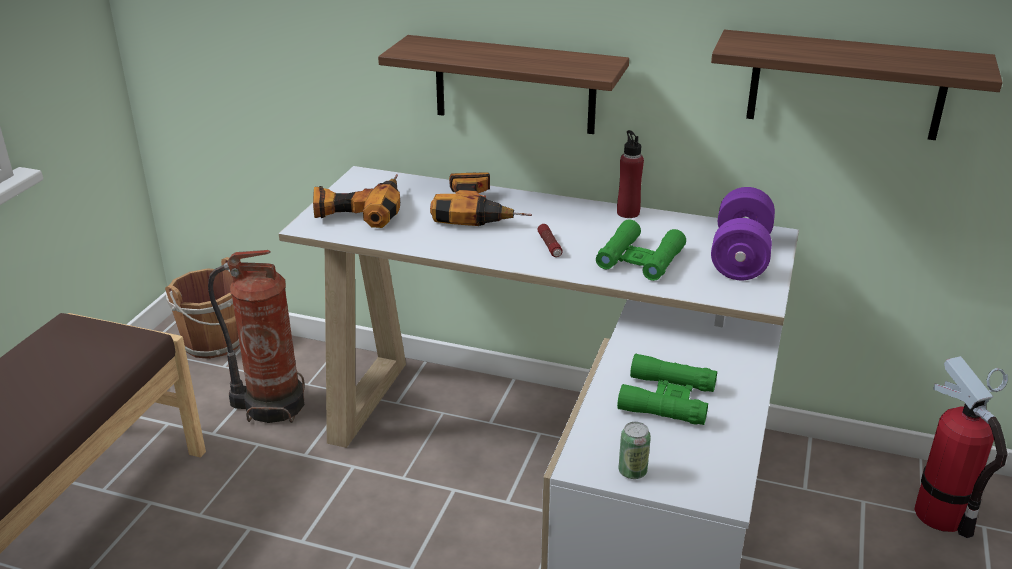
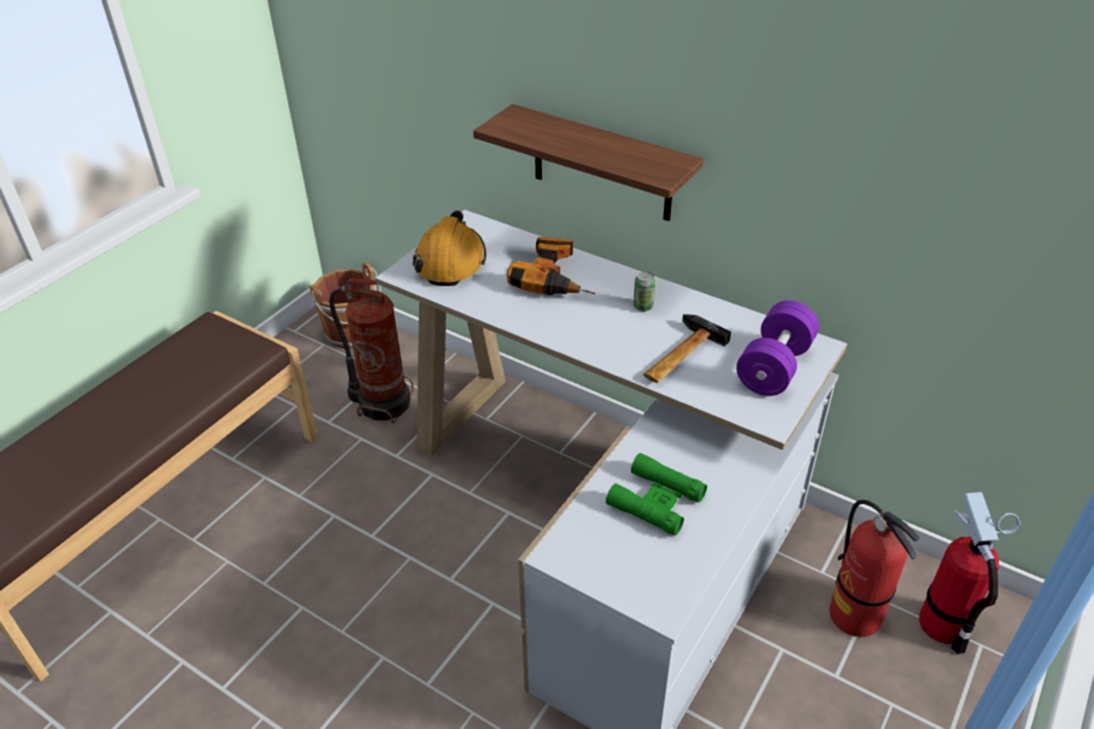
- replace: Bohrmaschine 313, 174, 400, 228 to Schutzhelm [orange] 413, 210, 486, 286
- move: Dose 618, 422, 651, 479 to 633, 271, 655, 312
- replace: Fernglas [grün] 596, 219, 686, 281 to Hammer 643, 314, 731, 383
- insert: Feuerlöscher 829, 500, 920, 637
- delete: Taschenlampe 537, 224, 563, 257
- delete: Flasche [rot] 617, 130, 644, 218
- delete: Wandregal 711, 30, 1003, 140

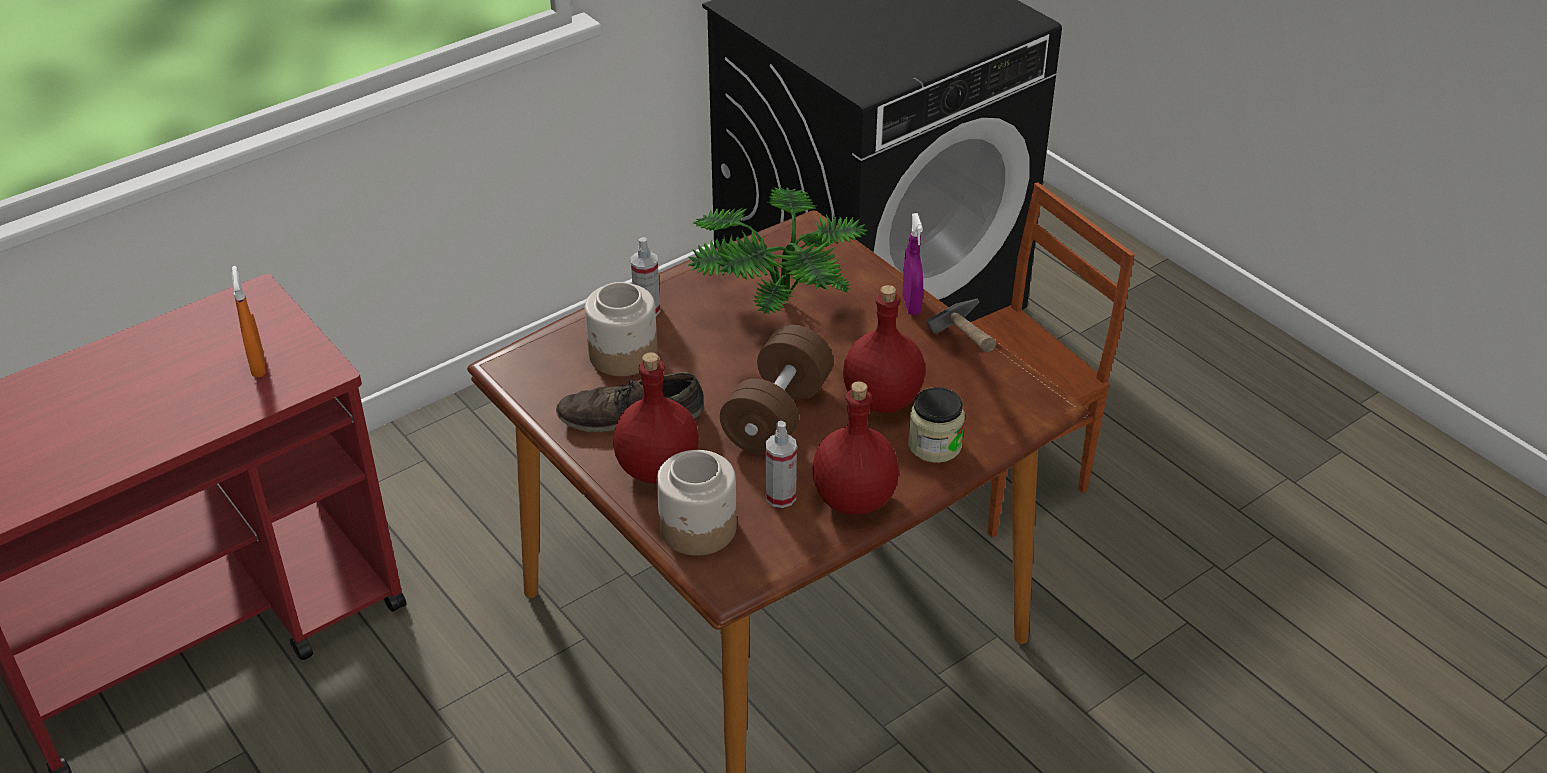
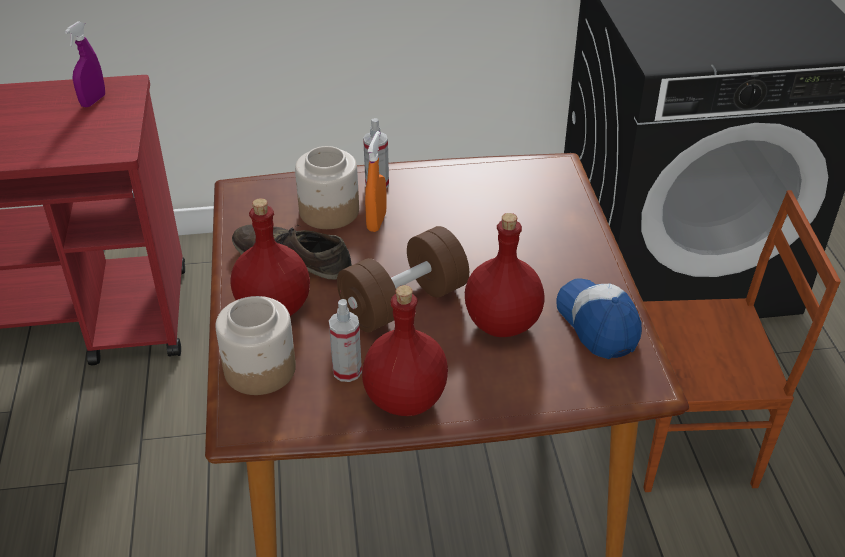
- move: Sprühflasche [lila] 902, 213, 923, 315 to 64, 21, 105, 107
- move: Sprühflasche [orange] 232, 266, 266, 378 to 365, 131, 386, 232
- replace: Hammer 926, 299, 996, 352 to Kappe 557, 278, 642, 359
- delete: Topfpflanze 688, 187, 868, 315
- delete: Vorratsglas 908, 387, 965, 463

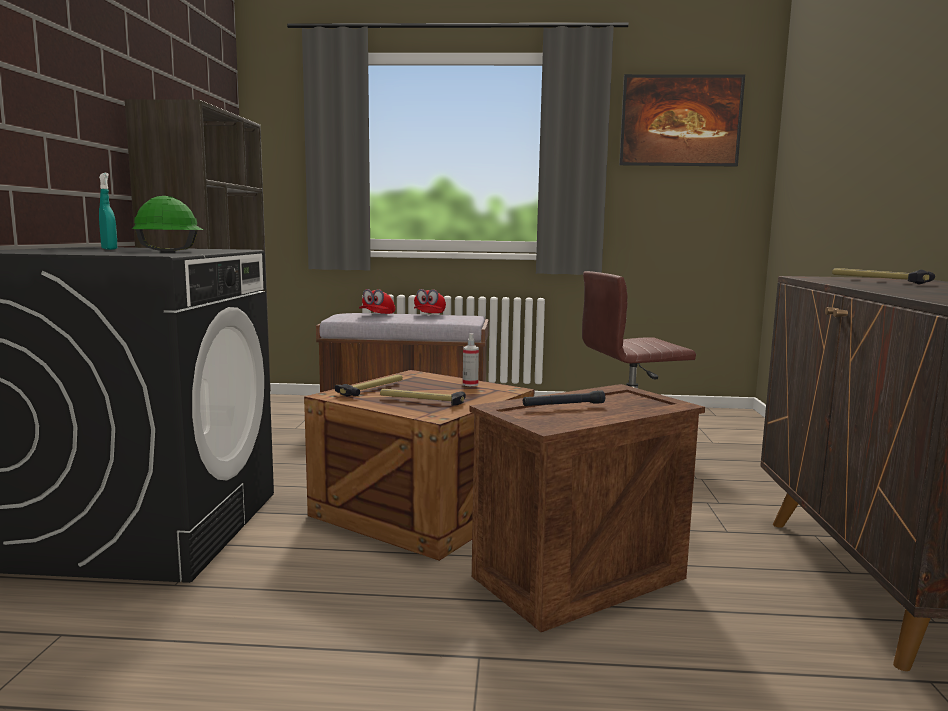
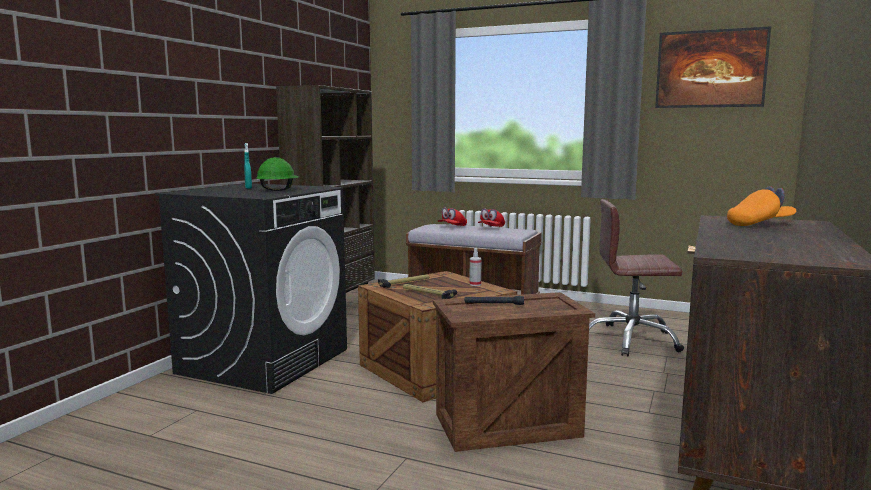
- replace: Hammer 832, 268, 935, 284 to Kappe [orange] 727, 186, 796, 226

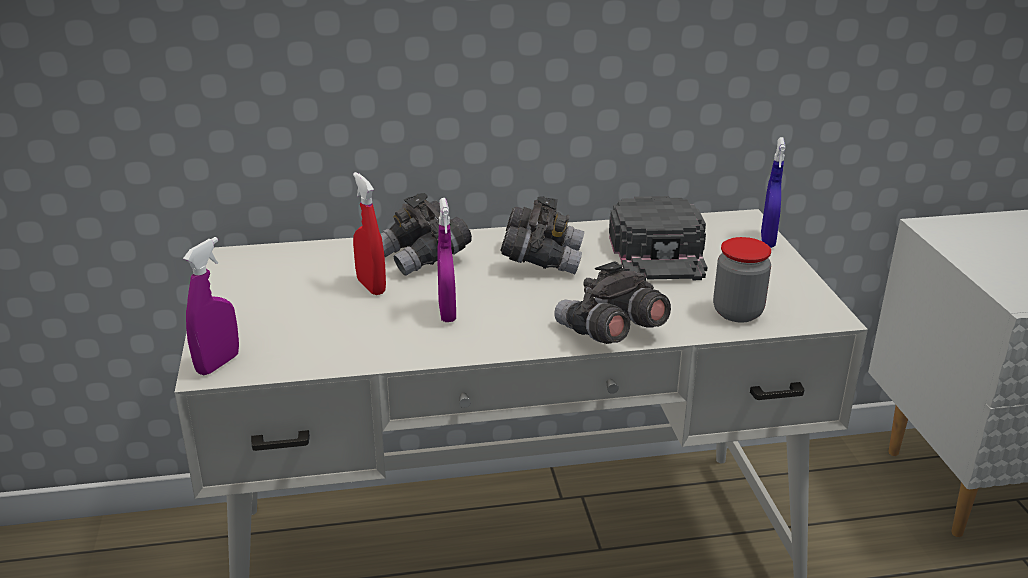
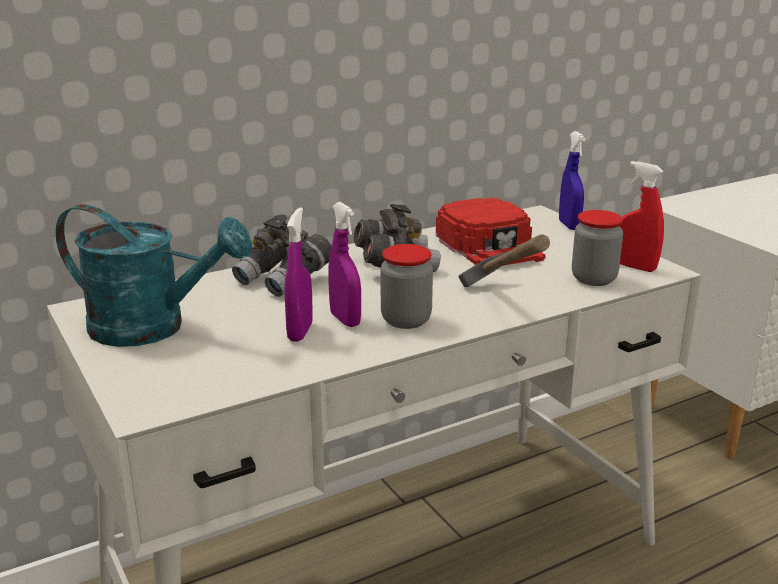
- insert: Gießkanne [türkis] 56, 204, 252, 347
- move: Sprühflasche [lila] 183, 237, 239, 375 to 285, 207, 313, 342
- insert: Vorratsglas 381, 244, 433, 329
- recolor: Kappe [schwarz] 609, 196, 708, 281 to Kappe [rot] 436, 198, 545, 266
- replace: Fernglas [grau] 554, 261, 671, 344 to Hammer 458, 234, 550, 287
- move: Sprühflasche [rot] 353, 172, 386, 295 to 620, 161, 664, 272

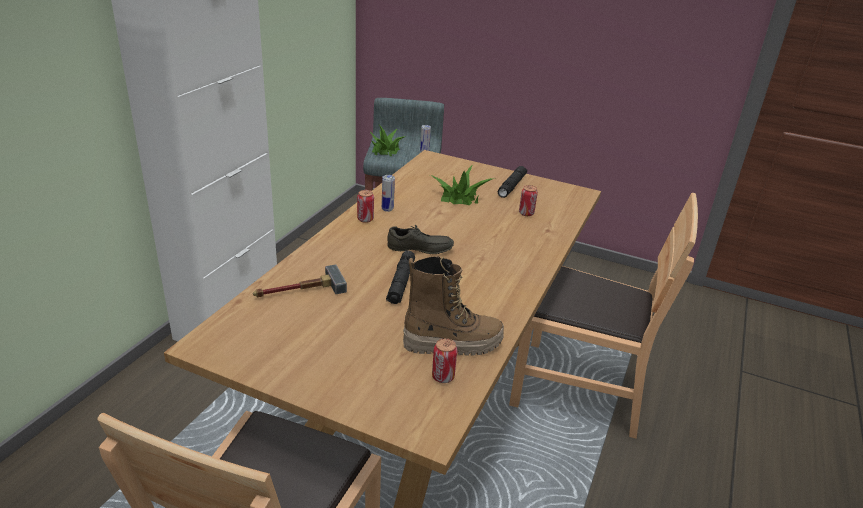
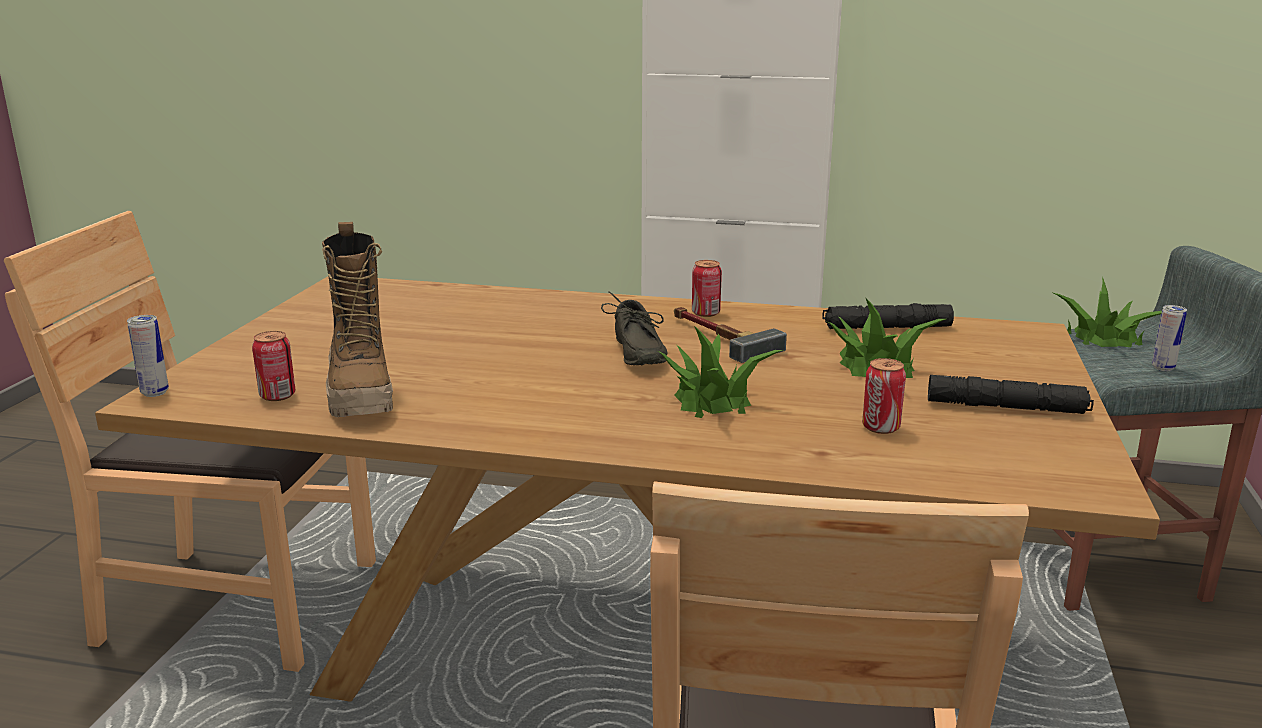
- move: Dose 382, 175, 395, 212 to 127, 315, 169, 397
- insert: Topfpflanze 656, 326, 783, 418
- move: Hammer 253, 265, 347, 297 to 674, 307, 787, 363
- move: Taschenlampe [schwarz] 386, 251, 415, 304 to 822, 303, 954, 329

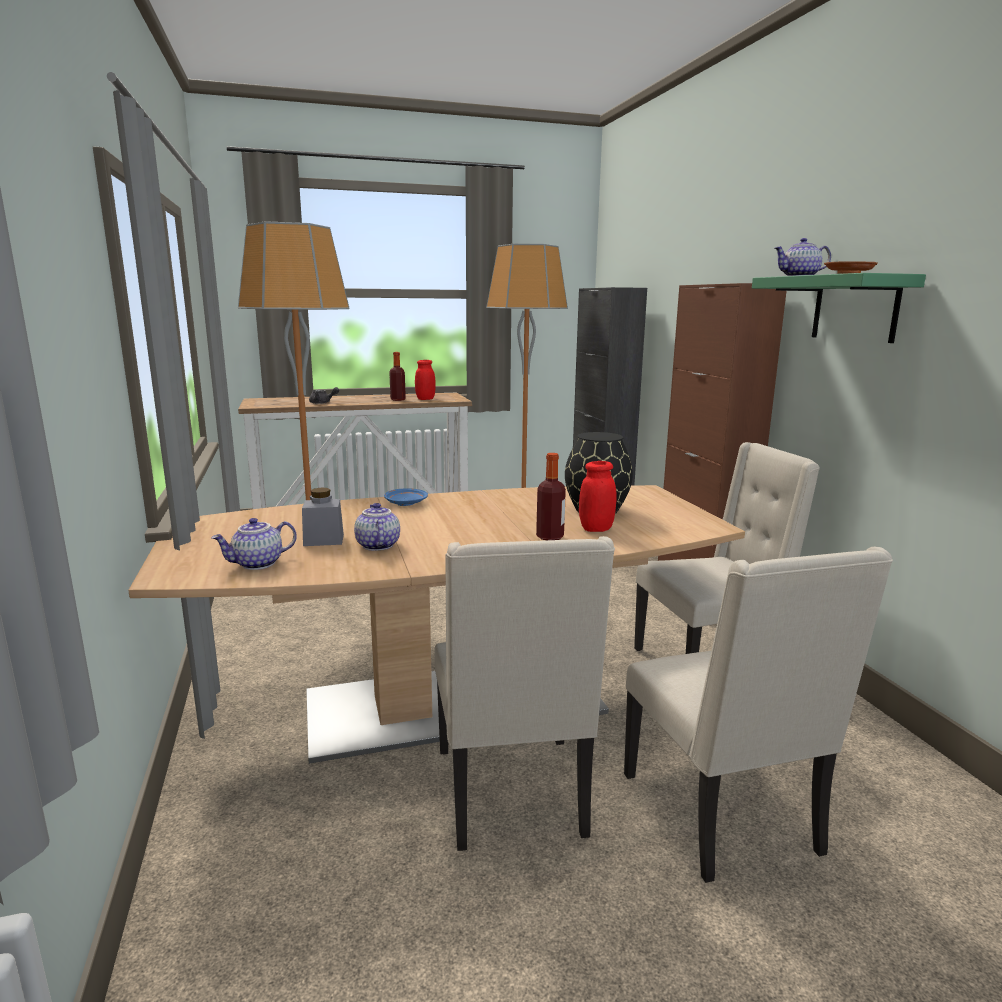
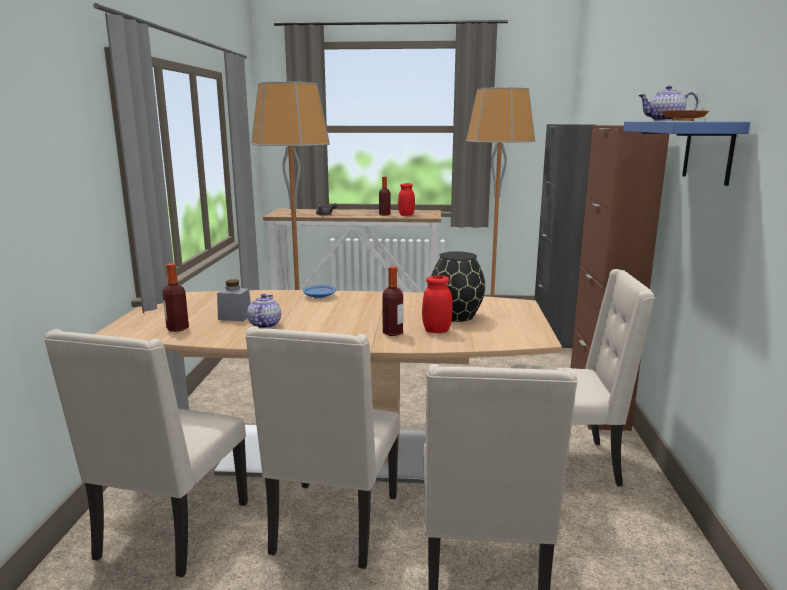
- insert: Stuhl [beige] 44, 329, 248, 577
- replace: Teekanne 211, 518, 297, 570 to Flasche 162, 263, 189, 332
- recolor: Wandregal [grün] 752, 273, 926, 343 to Wandregal [blau] 623, 122, 750, 186

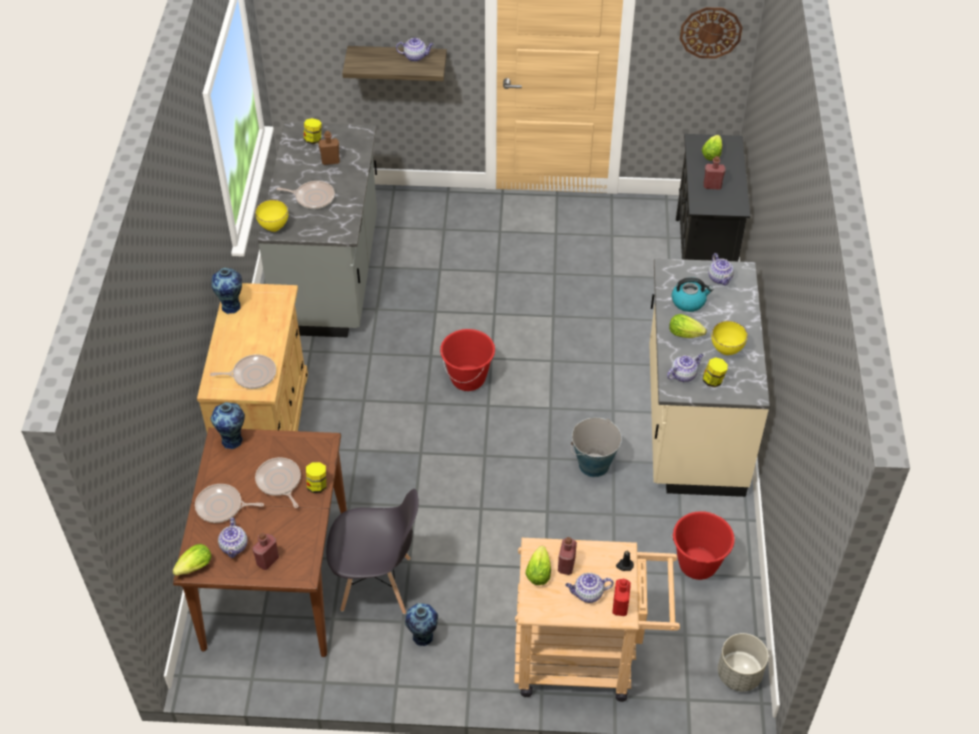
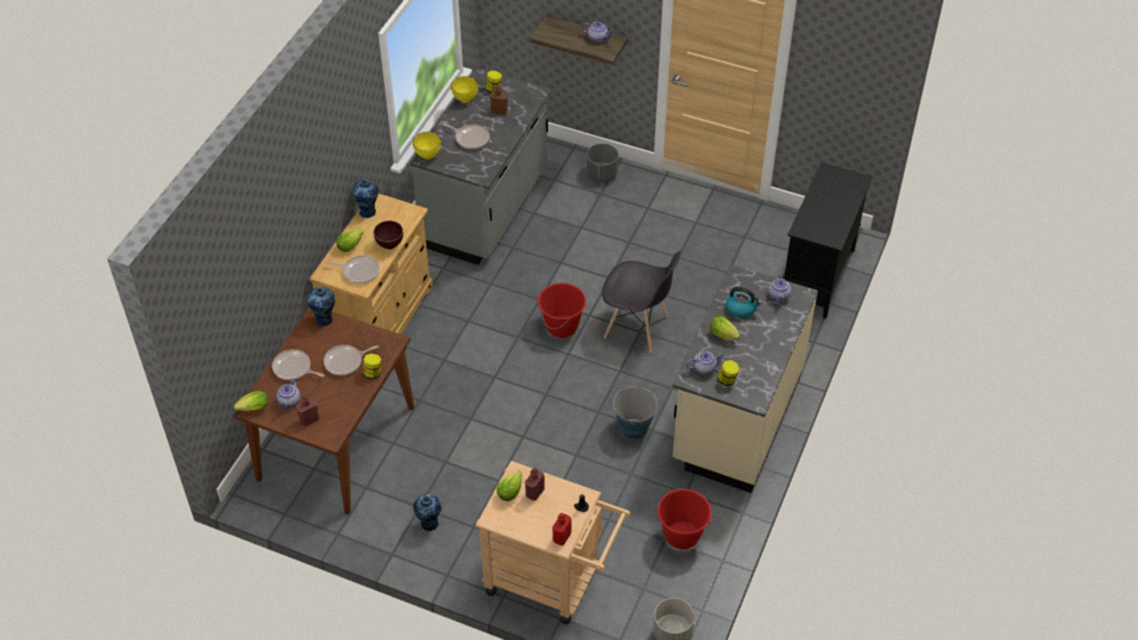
- rotate: Pfanne 255, 457, 301, 508 = 324, 345, 379, 376 105 degrees counterclockwise
- move: Salatkopf 702, 135, 722, 161 to 336, 229, 364, 252
- insert: Schüssel [braun] 373, 221, 403, 249
- move: Schüssel [gelb] 711, 321, 748, 355 to 451, 76, 478, 103
- insert: Pflanzkübel [grau] 587, 143, 618, 183
- move: Stuhl [grau] 326, 489, 419, 614 to 602, 251, 681, 353
- delete: Teekanne 565, 573, 614, 603
- delete: Wanduhr 680, 7, 743, 59
- delete: Flasche [rot] 704, 156, 726, 190

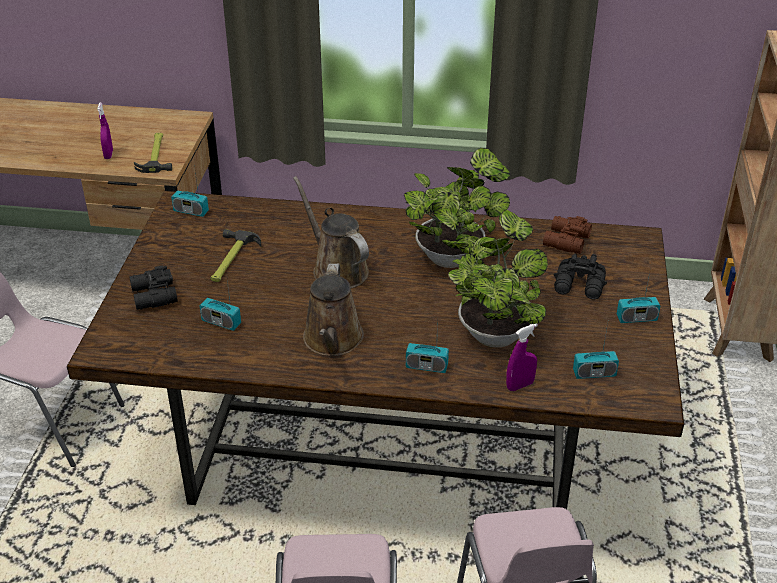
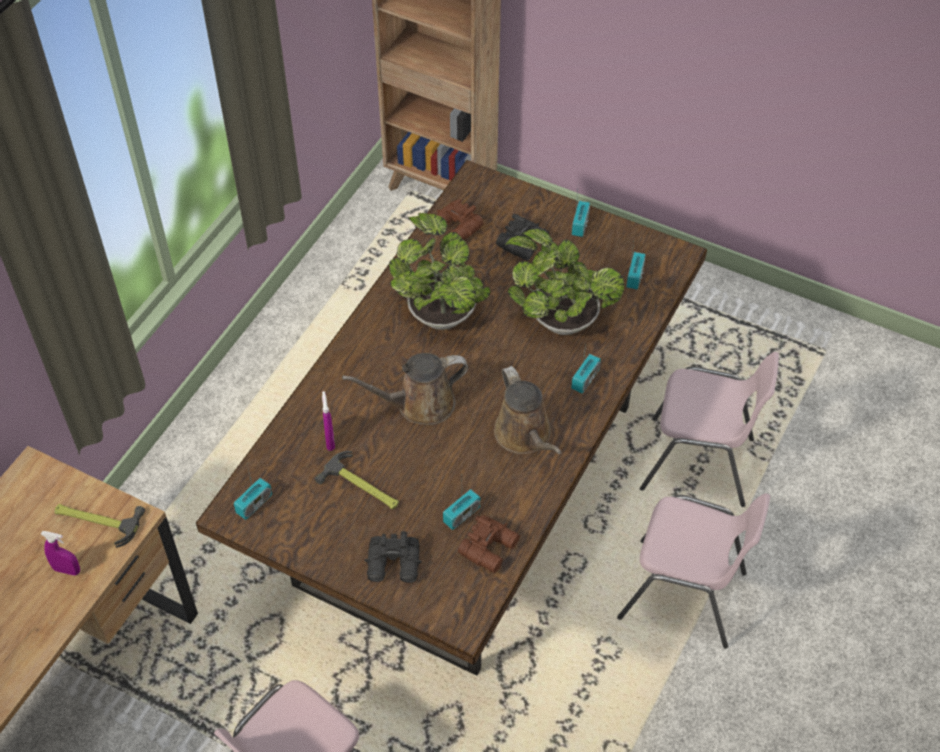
- move: Sprühflasche [lila] 506, 323, 538, 391 to 322, 391, 335, 451
- insert: Fernglas [braun] 458, 515, 520, 573
- rotate: Gießkanne [braun] 303, 264, 364, 356 = 494, 366, 561, 454 45 degrees clockwise

